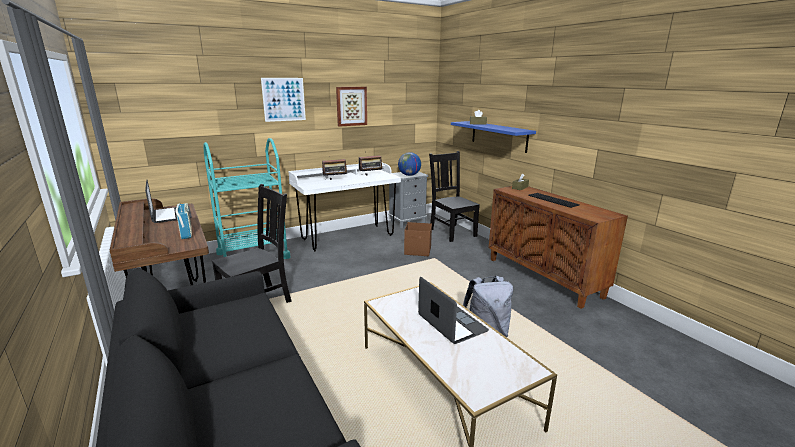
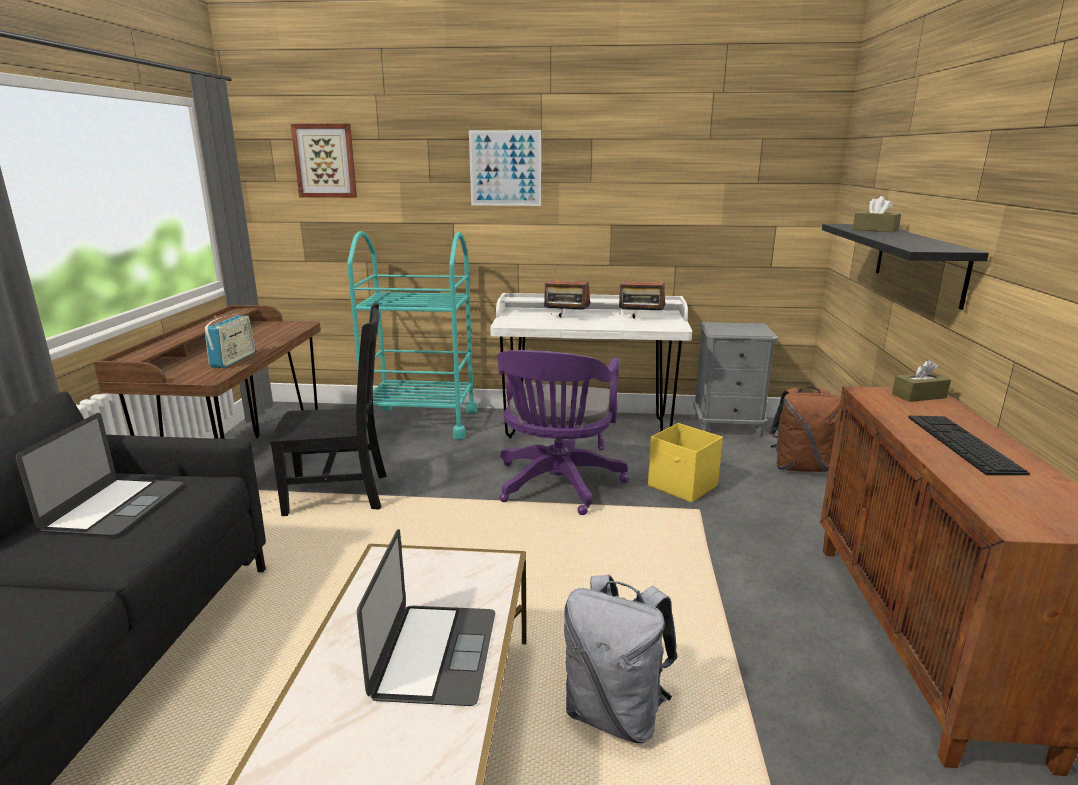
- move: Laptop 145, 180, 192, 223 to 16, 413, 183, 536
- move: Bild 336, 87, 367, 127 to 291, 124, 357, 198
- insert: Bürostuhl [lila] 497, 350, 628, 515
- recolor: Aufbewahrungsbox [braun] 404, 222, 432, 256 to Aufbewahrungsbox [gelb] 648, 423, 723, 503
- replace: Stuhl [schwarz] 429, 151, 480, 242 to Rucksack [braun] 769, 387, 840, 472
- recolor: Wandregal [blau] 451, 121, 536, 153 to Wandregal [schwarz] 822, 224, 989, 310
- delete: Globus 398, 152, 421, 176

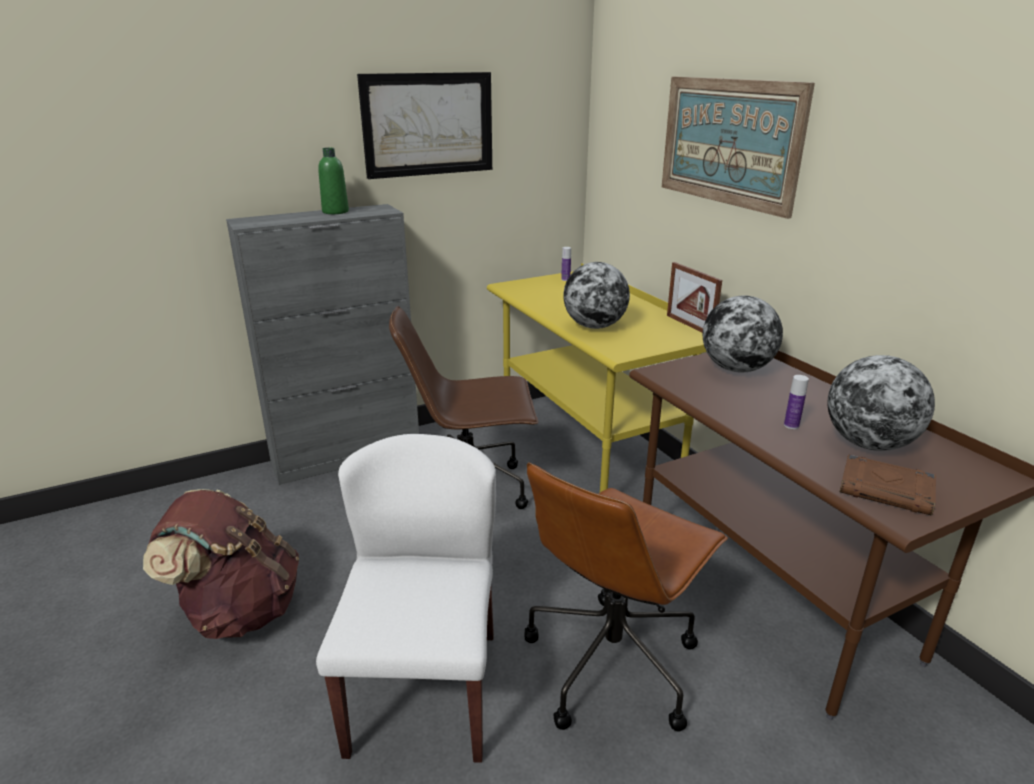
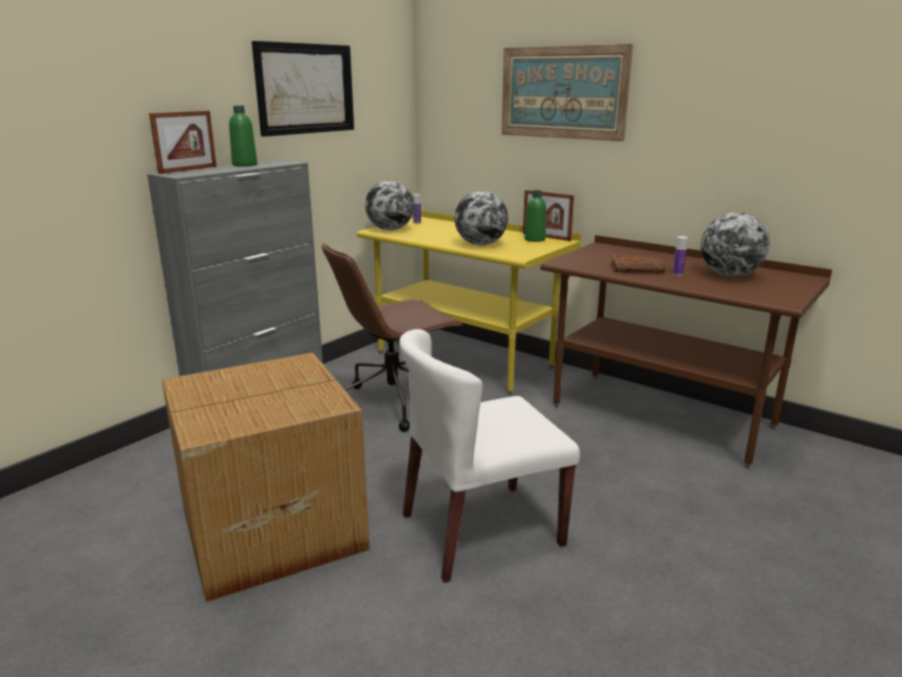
- insert: Bilderrahmen 149, 111, 217, 174
- replace: Rucksack [braun] 143, 489, 299, 639 to Karton 162, 353, 370, 602
- move: Globus 703, 295, 783, 373 to 365, 181, 414, 230
- rotate: Stuhl [weiß] 316, 434, 496, 763 = 399, 329, 580, 583 90 degrees counterclockwise
- insert: Flasche [grün] 525, 190, 546, 242
- move: Buch [braun] 840, 454, 936, 516 to 610, 255, 665, 273
- delete: Bürostuhl [braun] 524, 462, 728, 732

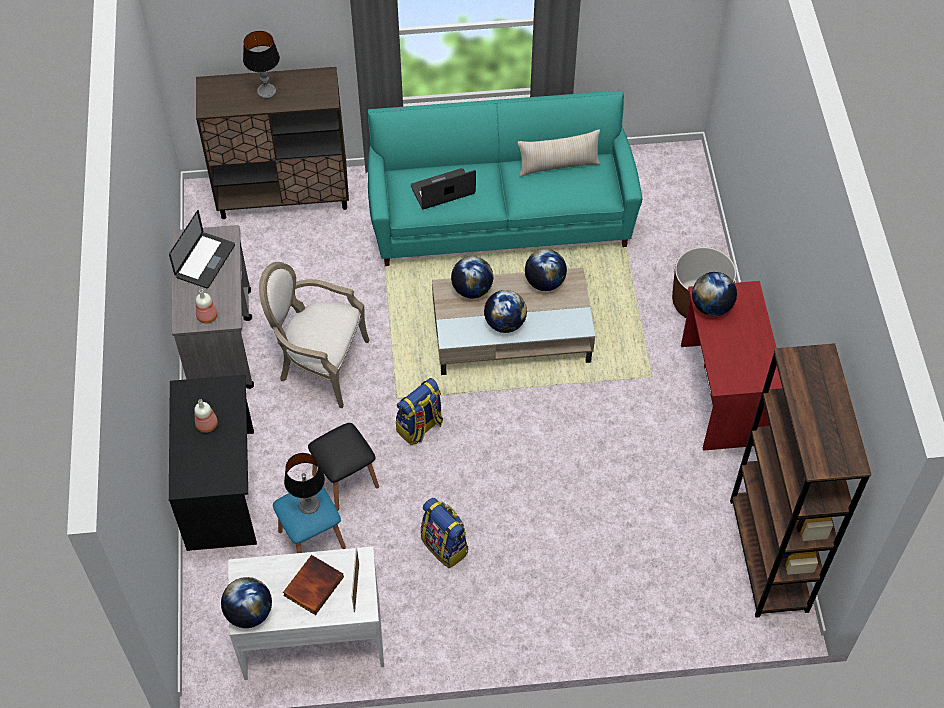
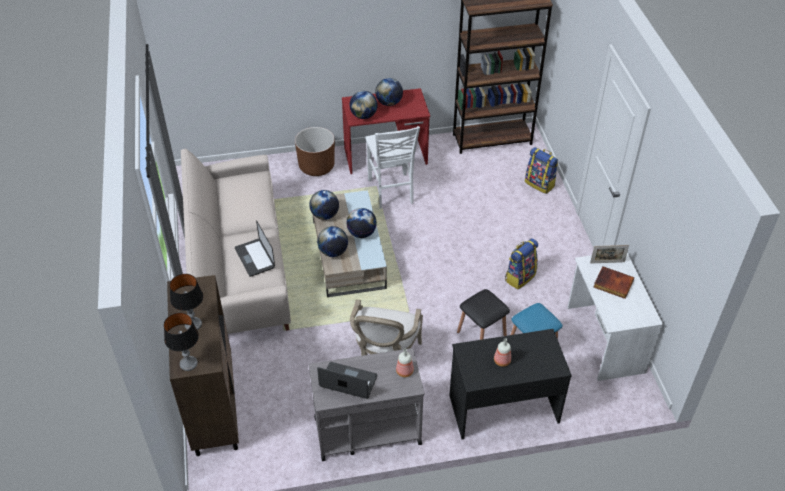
- move: Tischlampe 284, 453, 325, 514 to 164, 313, 199, 371
- recolor: Sofa [türkis] 368, 90, 642, 266 to Sofa [beige] 181, 148, 291, 334
- insert: Stuhl [weiß] 365, 126, 420, 209
- move: Globus 221, 577, 272, 628 to 375, 78, 403, 106
- move: Rucksack 396, 378, 443, 445 to 525, 147, 558, 194
- delete: Kissen [beige] 518, 130, 600, 176

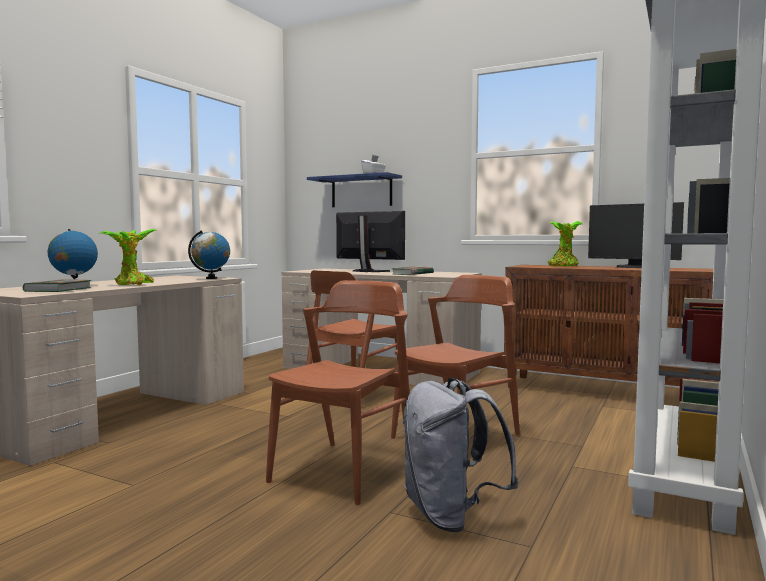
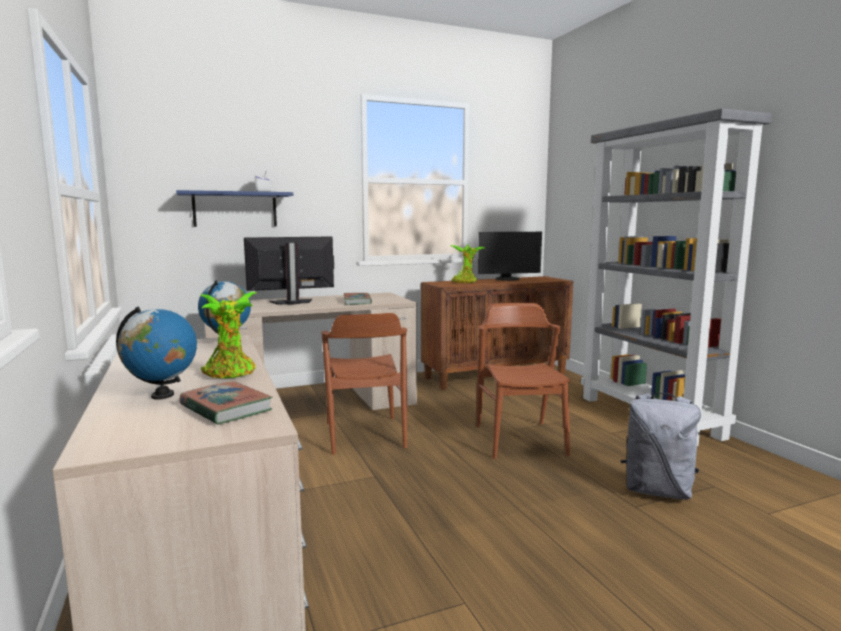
- delete: Stuhl [braun] 266, 280, 409, 505

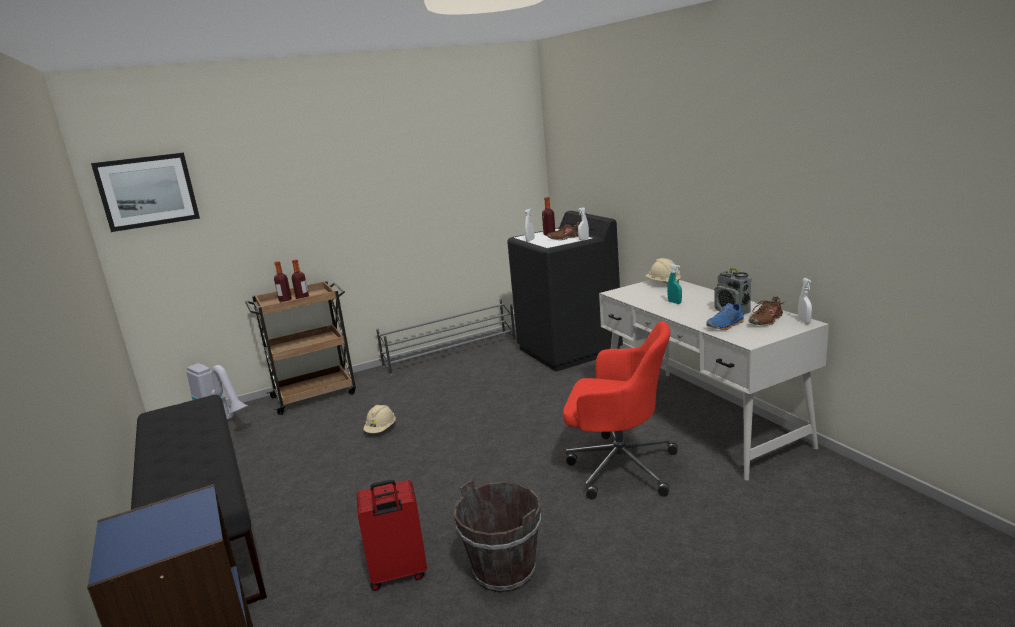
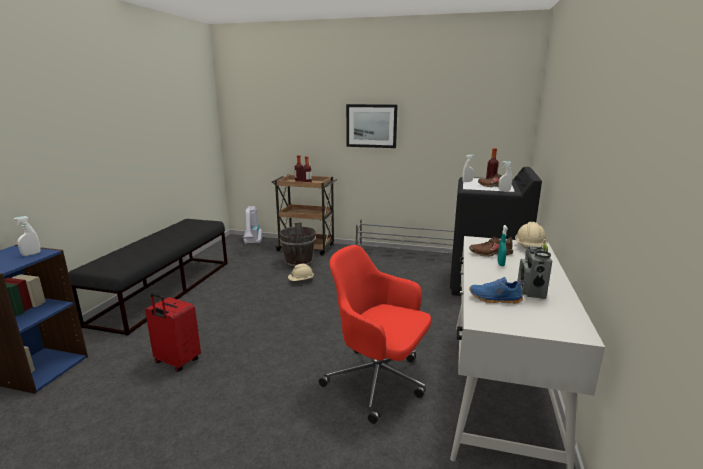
- move: Sprühflasche [weiß] 798, 278, 812, 324 to 14, 216, 40, 256
- move: Eimer [braun] 454, 480, 541, 593 to 279, 222, 316, 268
- rotate: Bürostuhl [rot] 563, 321, 678, 499 = 319, 245, 431, 424 150 degrees clockwise
- move: Bild 91, 153, 200, 232 to 346, 104, 397, 148
- move: Schuh [braun] 749, 296, 784, 325 to 469, 236, 513, 257

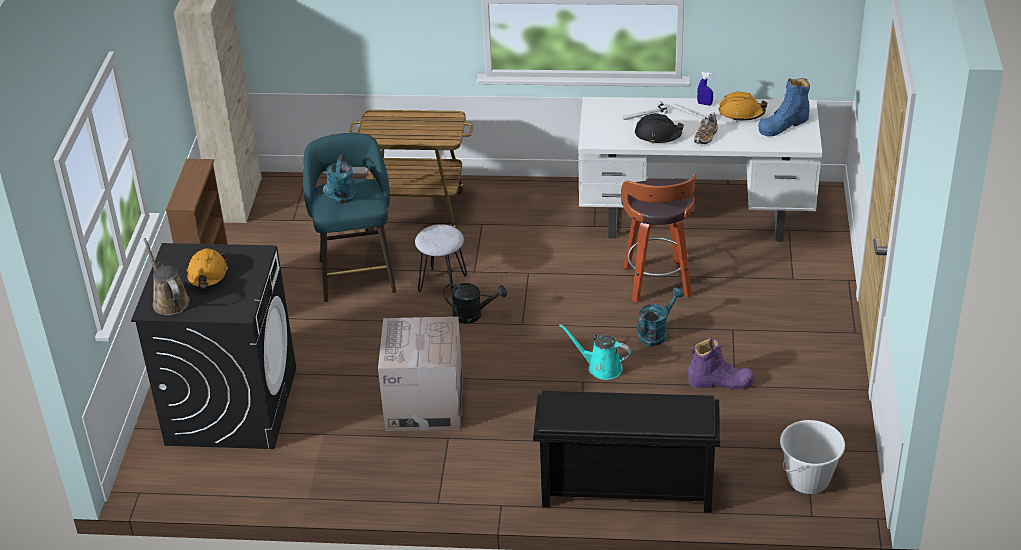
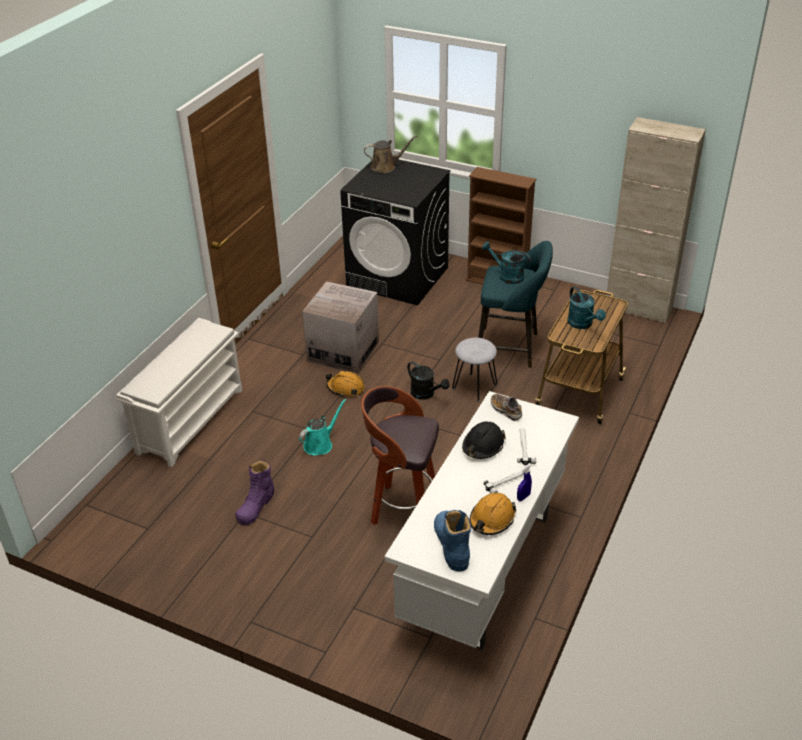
- recolor: Schuhregal [schwarz] 533, 391, 720, 513 to Schuhregal [weiß] 116, 318, 242, 467
- move: Schutzhelm [orange] 186, 248, 229, 288 to 325, 371, 365, 397
- rotate: Gießkanne [schwarz] 443, 283, 507, 324 = 407, 361, 450, 399 75 degrees counterclockwise
- move: Schuh 694, 115, 718, 144 to 491, 394, 522, 421
- move: Gießkanne [türkis] 637, 287, 684, 346 to 567, 286, 606, 329
- delete: Eimer [weiß] 780, 420, 845, 494

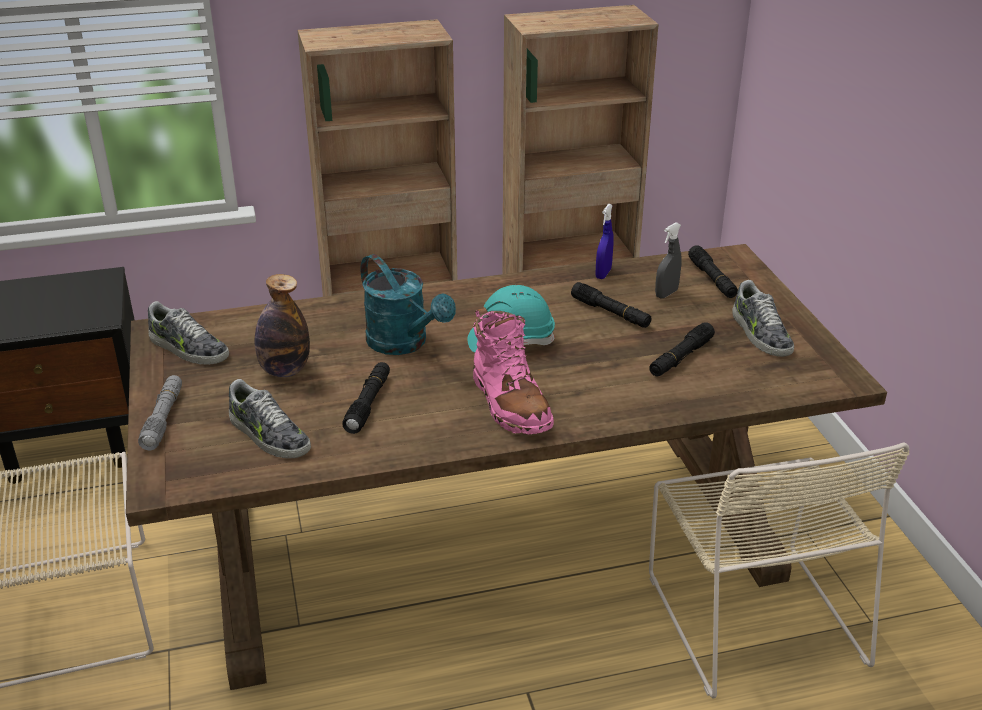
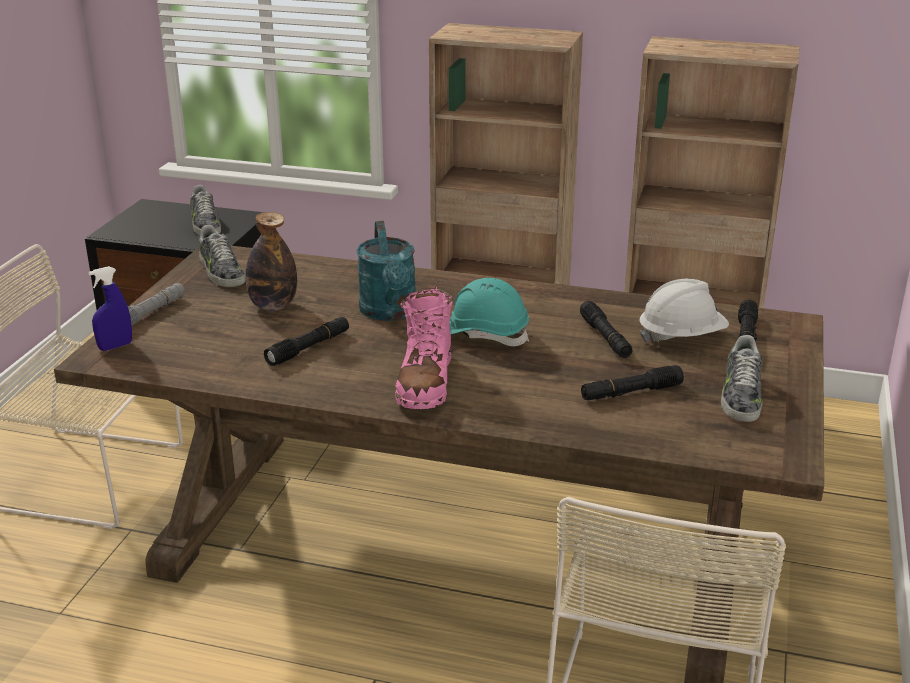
- move: Sprühflasche [blau] 596, 204, 614, 279 to 88, 266, 132, 351
- move: Schuh 228, 379, 311, 459 to 190, 185, 221, 235
- replace: Sprühflasche [grau] 655, 222, 681, 299 to Schutzhelm [weiß] 640, 279, 729, 343

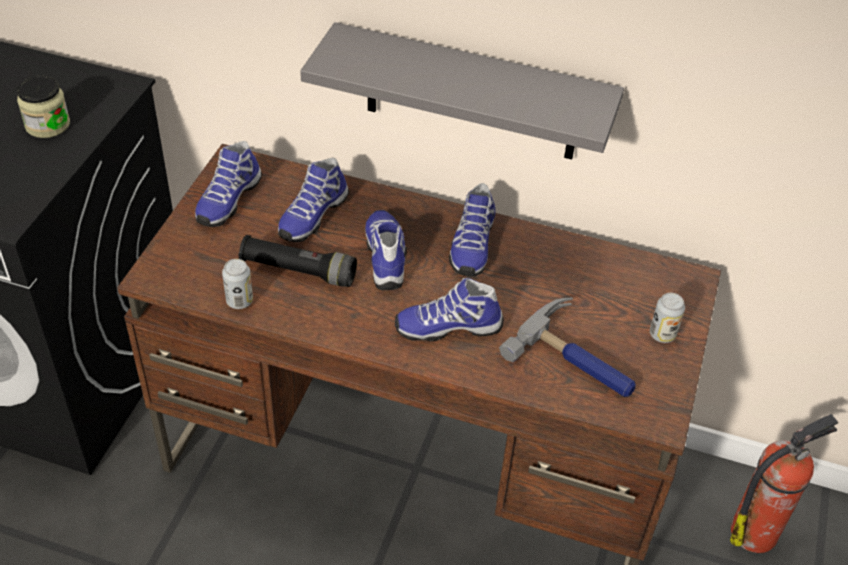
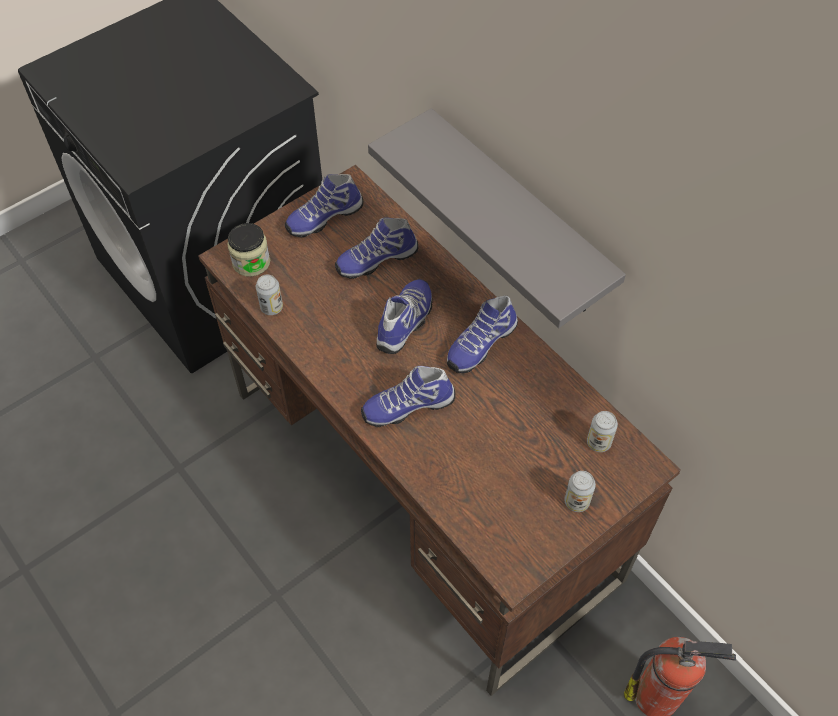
- move: Vorratsglas 17, 76, 70, 138 to 227, 223, 270, 277
- rotate: Schuh 395, 278, 504, 342 = 361, 366, 455, 427 45 degrees counterclockwise
- insert: Dose 587, 411, 618, 452
- delete: Taschenlampe [schwarz] 238, 235, 357, 287
- delete: Hammer 499, 297, 636, 397

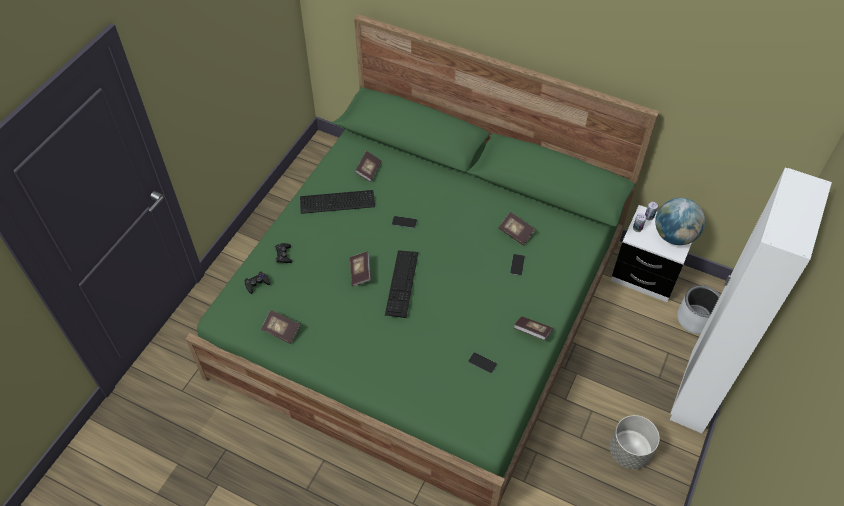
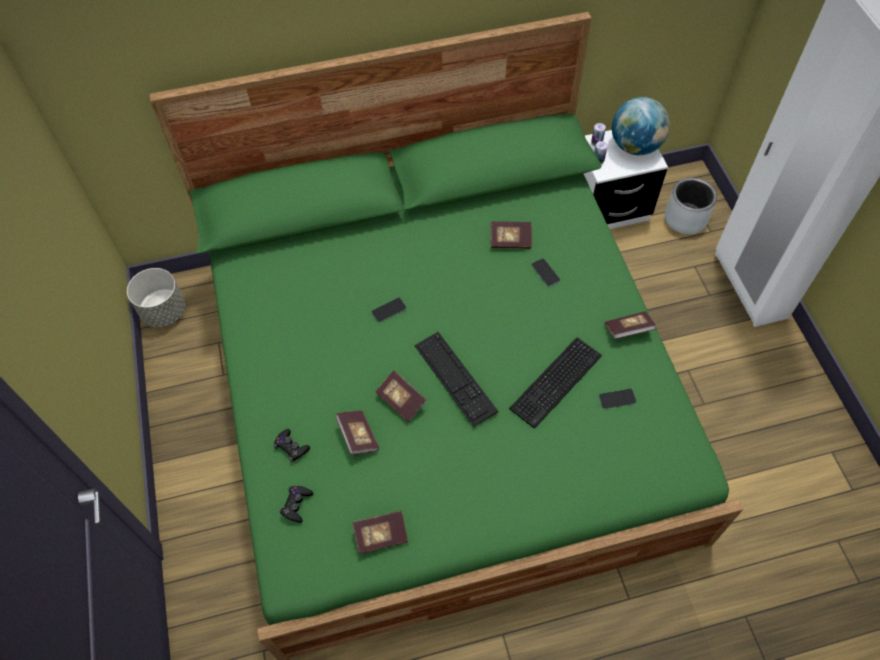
- move: Pflanzkübel [grau] 610, 415, 660, 469 to 127, 268, 185, 328
- move: Buch 355, 151, 381, 182 to 335, 411, 379, 455
- move: Tastatur 300, 190, 375, 214 to 509, 338, 602, 429

